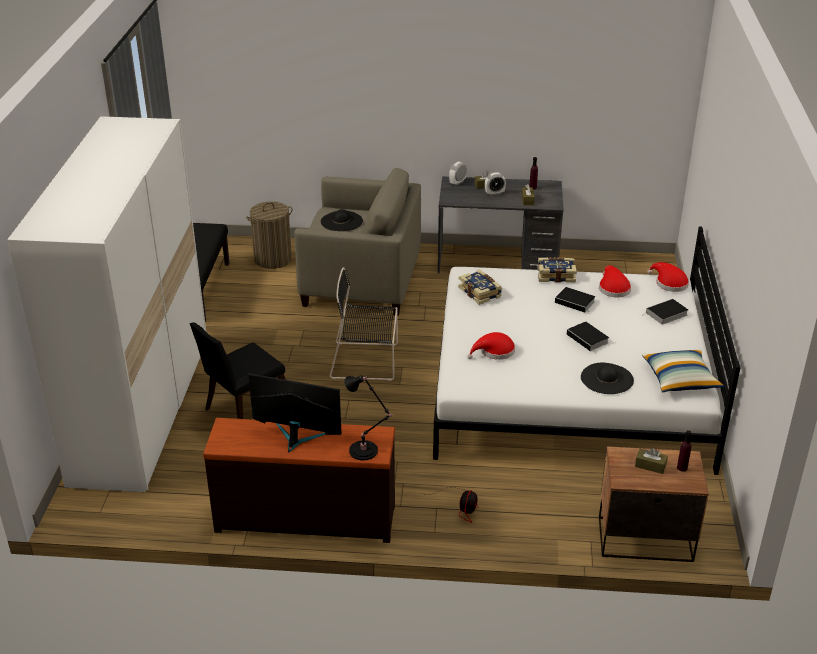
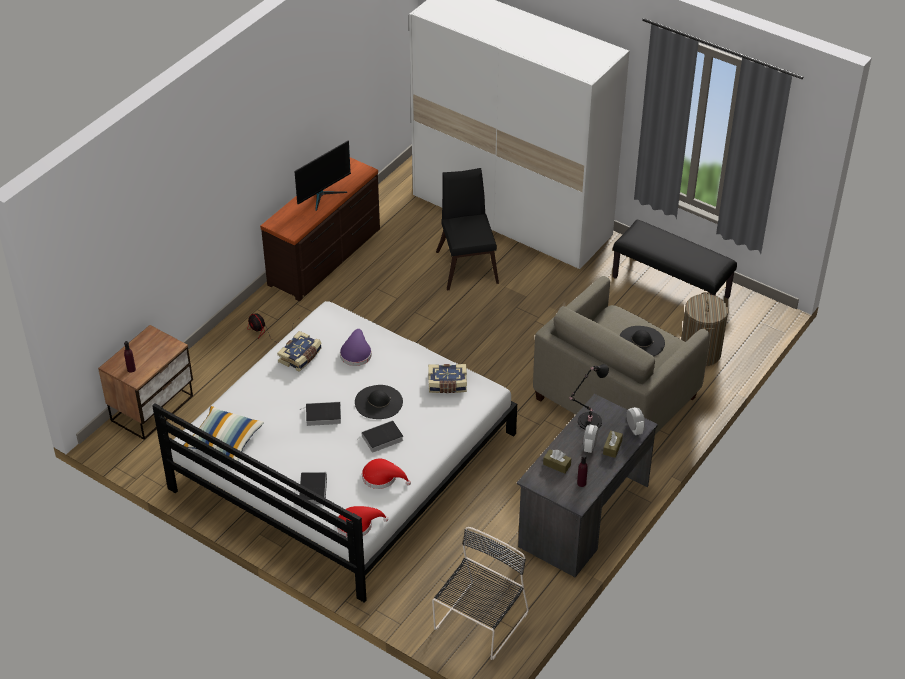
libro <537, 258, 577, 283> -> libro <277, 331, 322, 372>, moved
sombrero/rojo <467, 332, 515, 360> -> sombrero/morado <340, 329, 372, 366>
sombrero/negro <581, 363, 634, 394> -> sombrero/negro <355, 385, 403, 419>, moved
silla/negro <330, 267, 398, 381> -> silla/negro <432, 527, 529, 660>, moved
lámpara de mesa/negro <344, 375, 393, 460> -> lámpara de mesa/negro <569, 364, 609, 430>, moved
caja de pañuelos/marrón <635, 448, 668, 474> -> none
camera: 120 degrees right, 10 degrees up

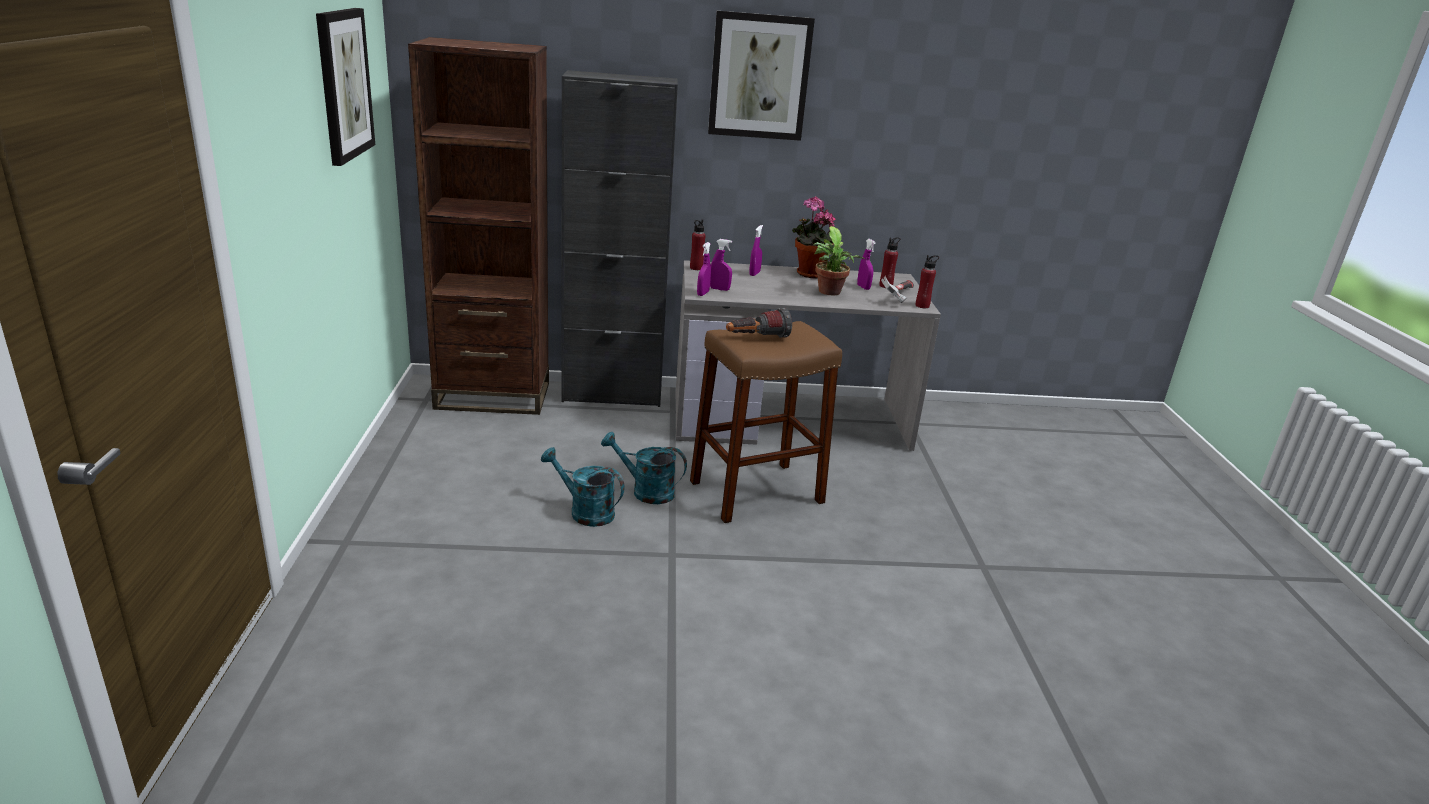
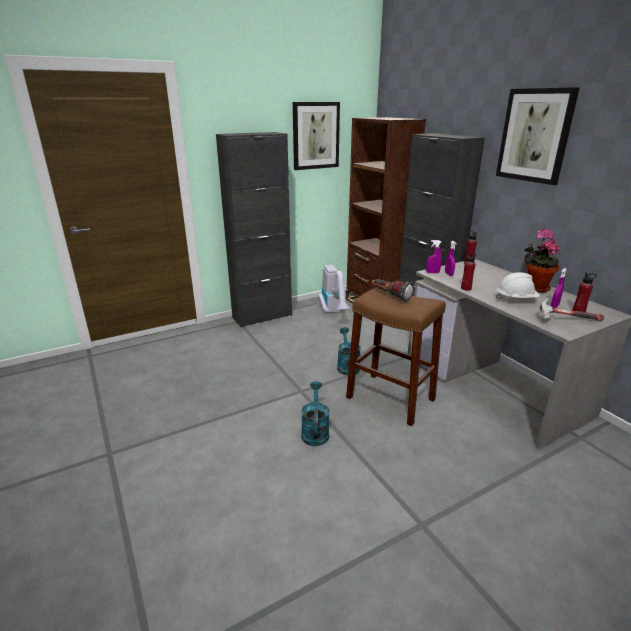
none -> armario/negro <216, 132, 292, 328>
regadera/turquesa <541, 447, 625, 527> -> regadera/turquesa <301, 381, 330, 446>, moved
none -> aspiradora <318, 265, 351, 313>
botella/rojo <915, 255, 939, 308> -> botella/rojo <461, 252, 476, 291>, moved
planta en maceta <814, 226, 865, 295> -> casco/blanco <496, 272, 540, 300>
pulverizador/morado <749, 225, 763, 276> -> none
camera: 65 degrees right, 0 degrees up

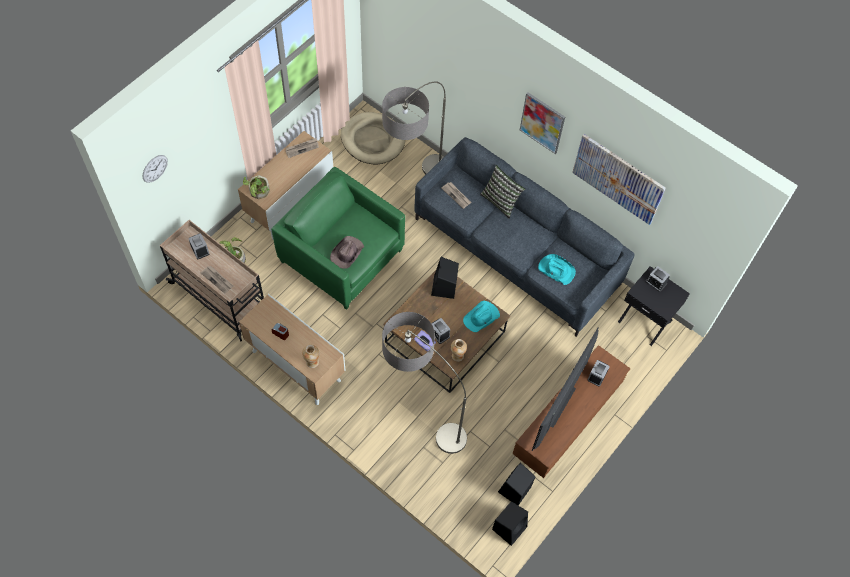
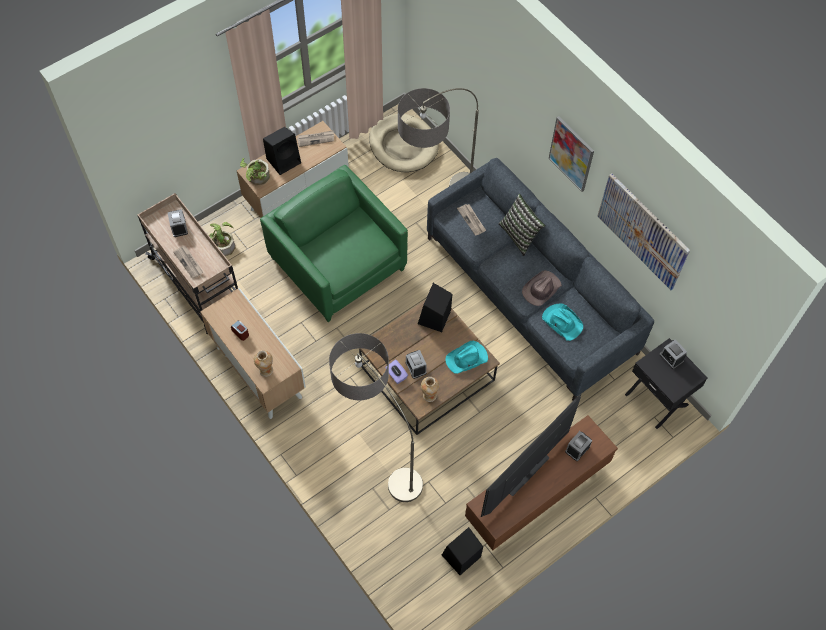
altavoz/negro <492, 501, 528, 546> -> altavoz/negro <263, 127, 301, 175>, moved
sombrero/marrón <330, 236, 364, 269> -> sombrero/marrón <522, 270, 562, 306>, moved
reloj de pared <143, 155, 168, 183> -> none
camera: 15 degrees right, 0 degrees up

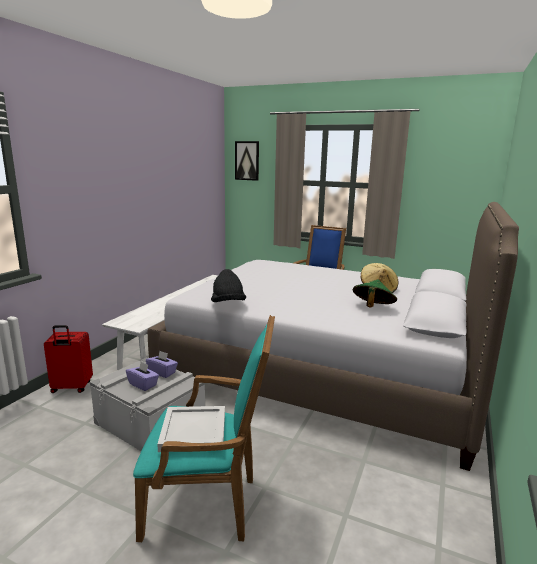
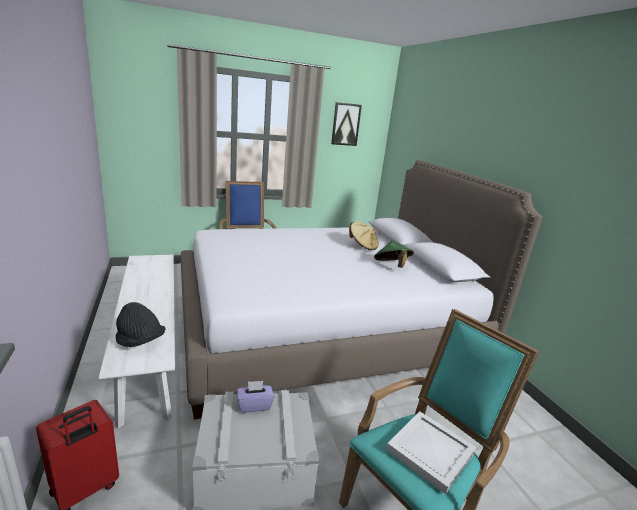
sombrero/negro <211, 269, 246, 302> -> sombrero/negro <116, 302, 165, 347>, moved
cuadro <235, 141, 259, 181> -> cuadro <331, 102, 362, 146>, moved
caja de pañuelos/morado <126, 362, 159, 391> -> none
camera: 45 degrees left, 5 degrees up

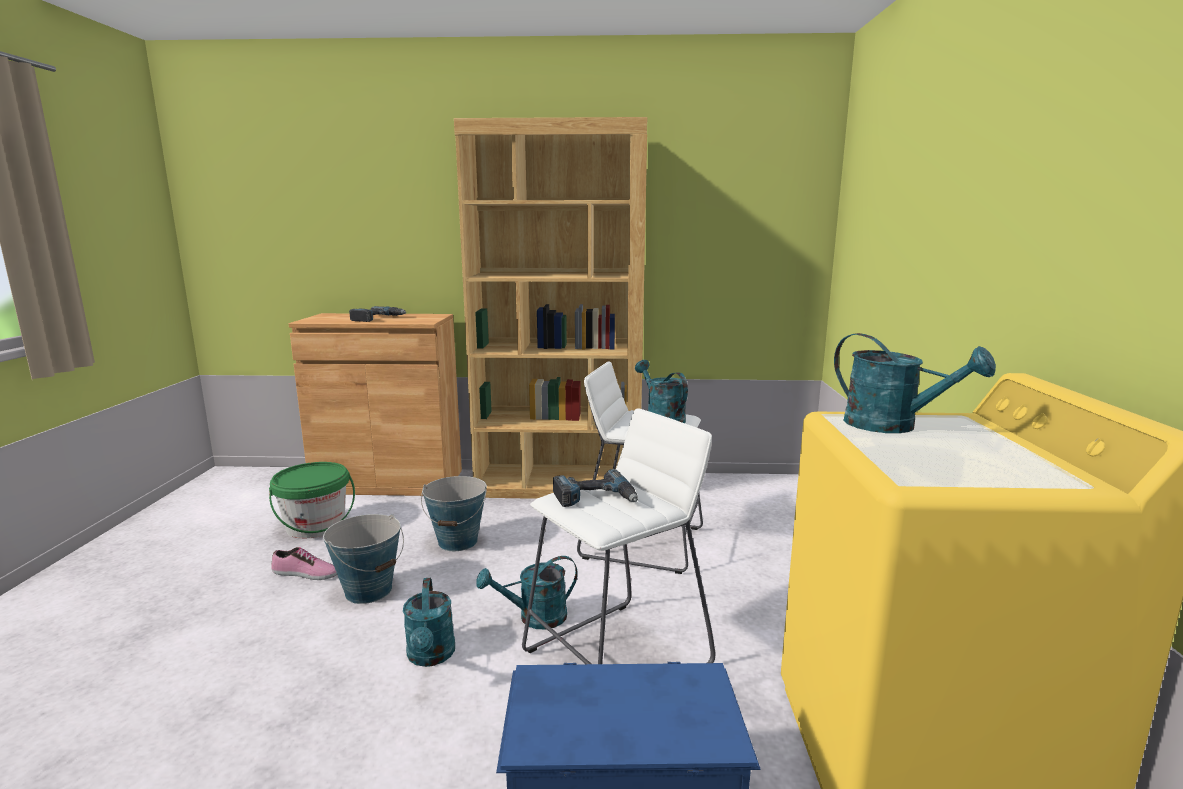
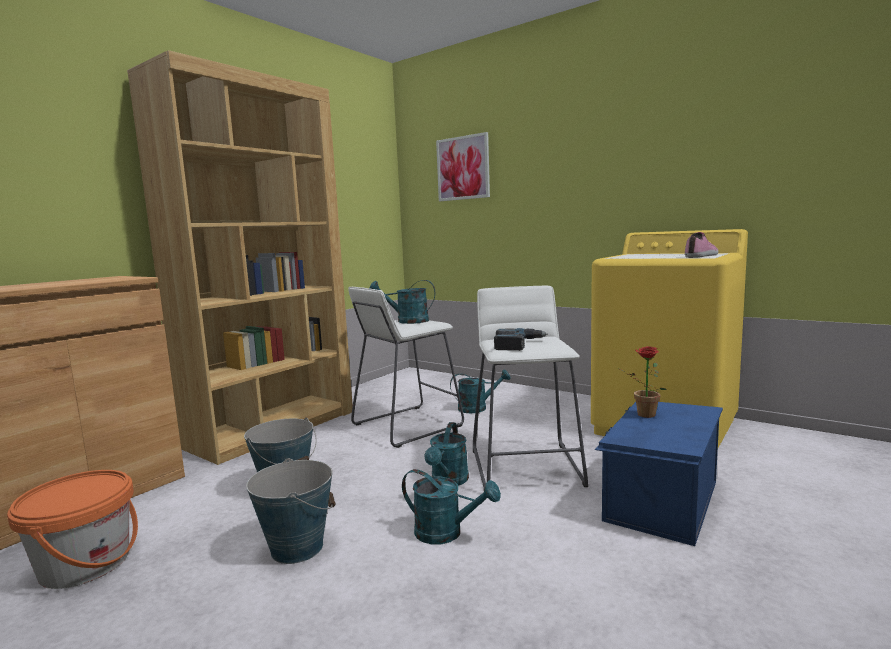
cubo/verde <269, 462, 355, 539> -> cubo/naranja <7, 470, 138, 589>
none -> cuadro <436, 132, 490, 201>
regadera/turquesa <834, 333, 996, 433> -> regadera/turquesa <450, 369, 510, 413>, moved
none -> planta en maceta <619, 346, 667, 418>
zapato <271, 547, 337, 580> -> zapato <685, 232, 719, 258>, moved
taladro <349, 306, 406, 322> -> none
camera: 55 degrees left, 5 degrees down

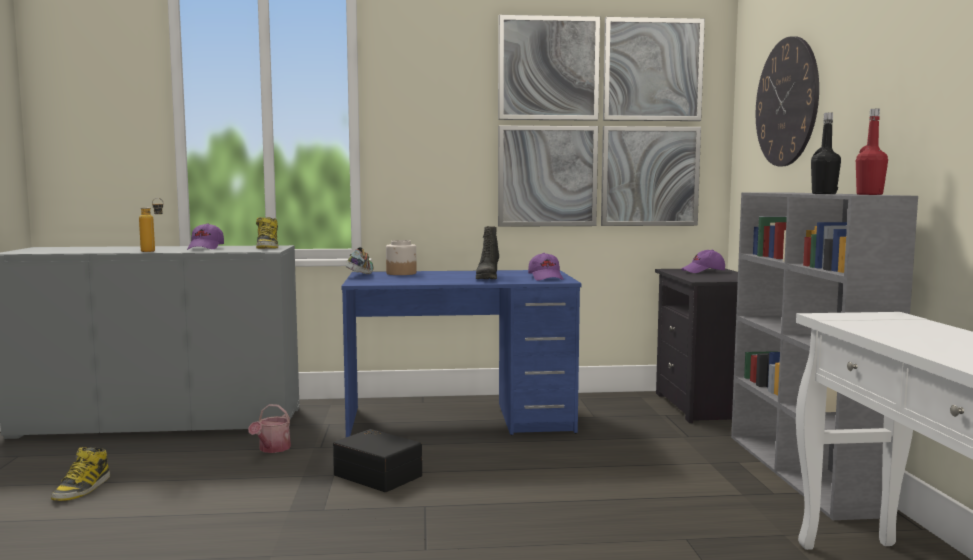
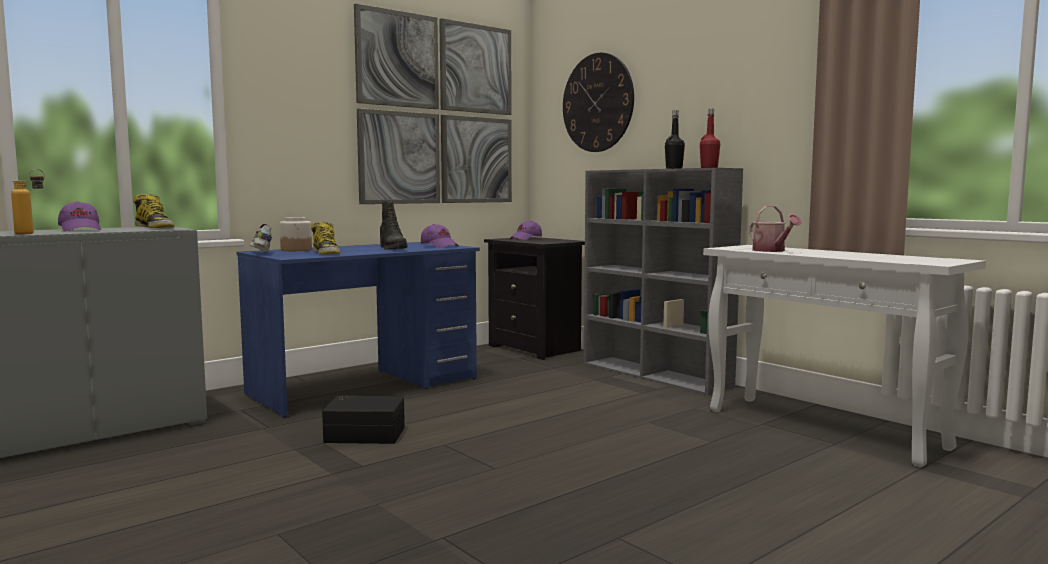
bota <51, 447, 110, 501> -> bota <311, 222, 341, 254>, moved
regadera <248, 404, 291, 453> -> regadera <749, 206, 802, 252>, moved
camera: 35 degrees left, 0 degrees up

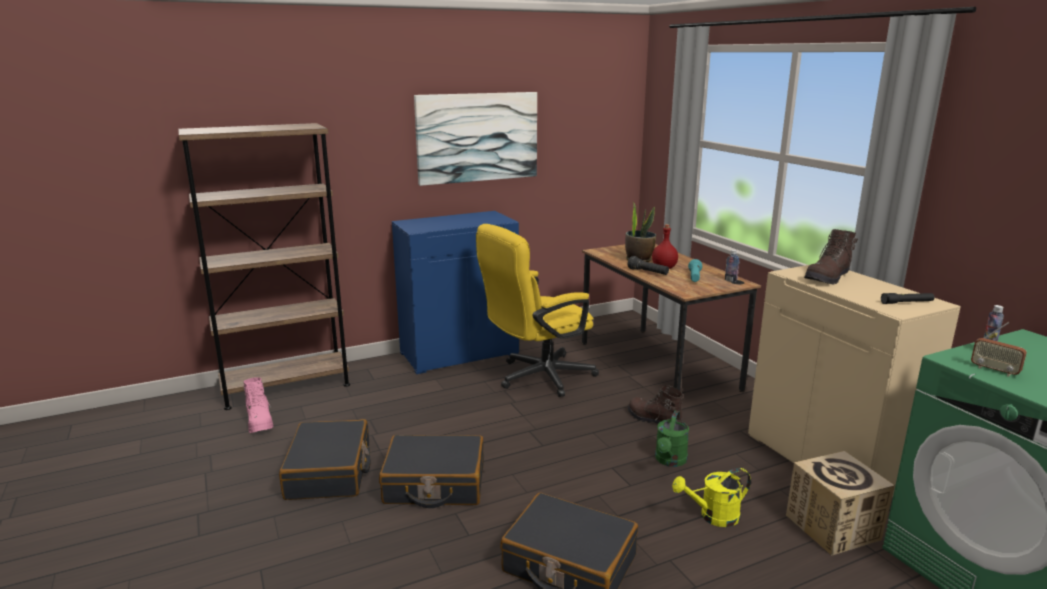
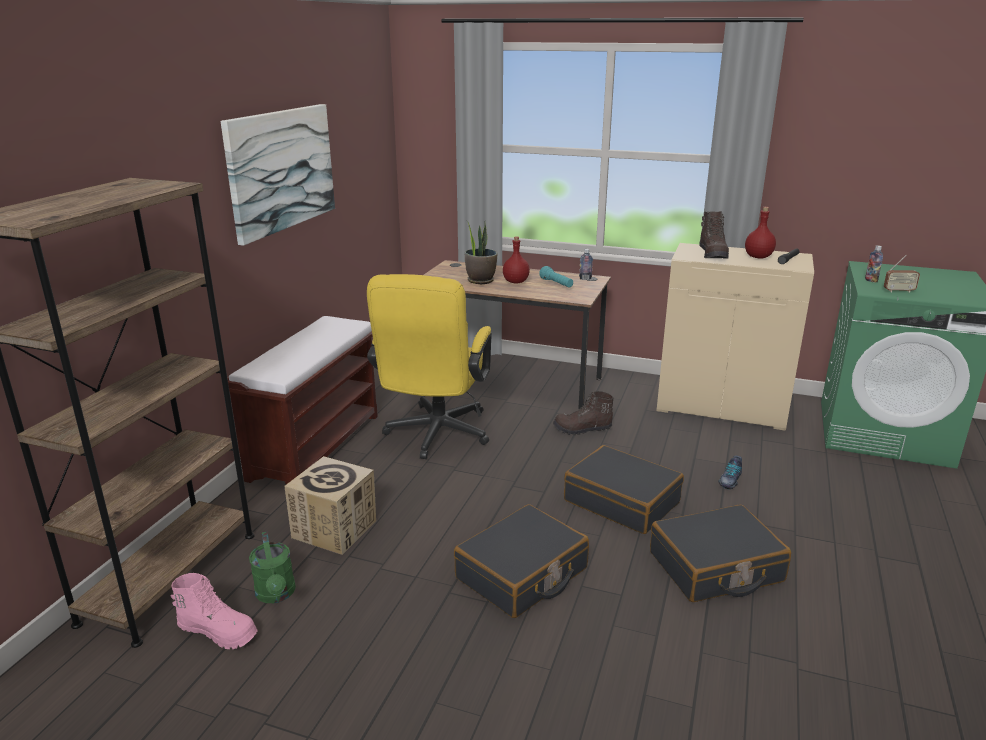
armario/azul <392, 211, 519, 374> -> banco/marrón <227, 316, 378, 484>
regadera/verde <655, 411, 689, 467> -> regadera/verde <249, 532, 296, 603>, moved
caja de cartón <786, 451, 895, 556> -> caja de cartón <284, 456, 376, 555>, moved
maleta/negro <279, 419, 370, 500> -> maleta/negro <564, 445, 684, 534>, moved
regadera/amarillo <672, 468, 751, 527> -> zapato <718, 456, 742, 489>
none -> botella/rojo <745, 207, 776, 258>
linterna/negro <628, 256, 669, 275> -> none
camera: 45 degrees left, 5 degrees up

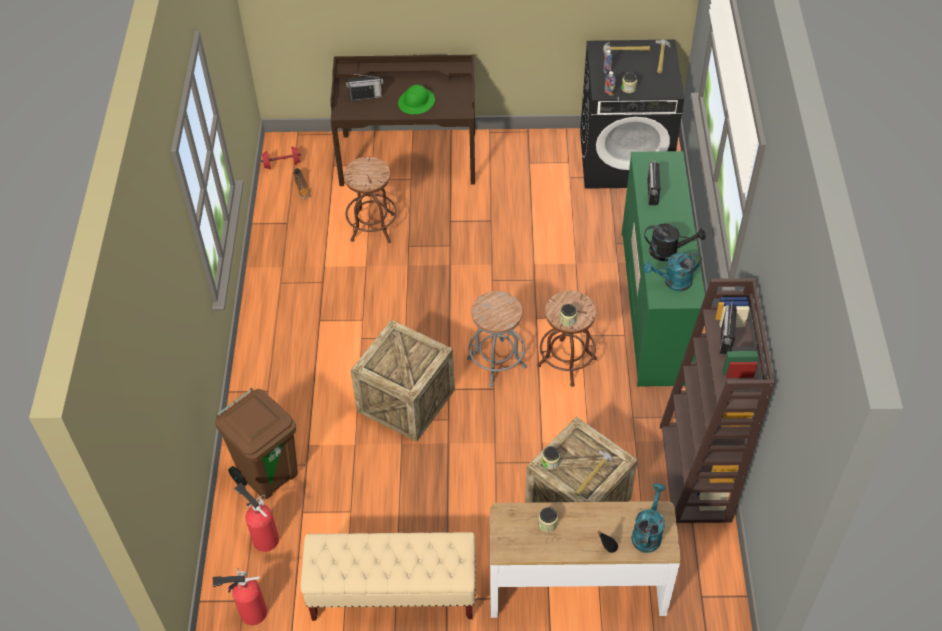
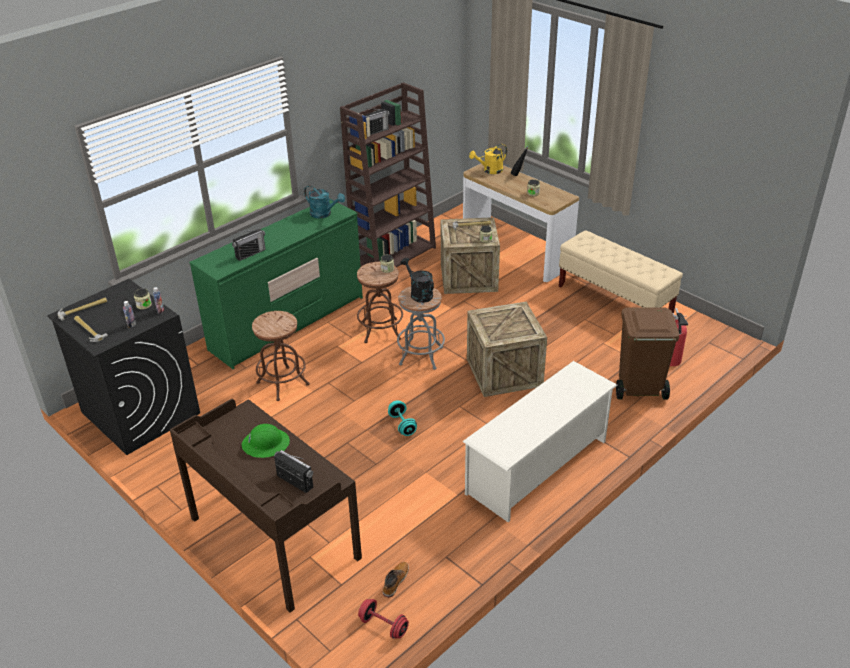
taburete/marrón <344, 157, 397, 243> -> taburete/marrón <252, 311, 309, 401>, moved
none -> mancuerna/turquesa <388, 400, 417, 436>
regadera/negro <644, 223, 706, 261> -> regadera/negro <401, 258, 434, 303>, moved
none -> zapatero/blanco <462, 361, 617, 522>
regadera/turquesa <631, 483, 666, 553> -> regadera/amarillo <469, 144, 507, 174>
extintor <212, 568, 267, 625> -> none
camera: 135 degrees left, 15 degrees down

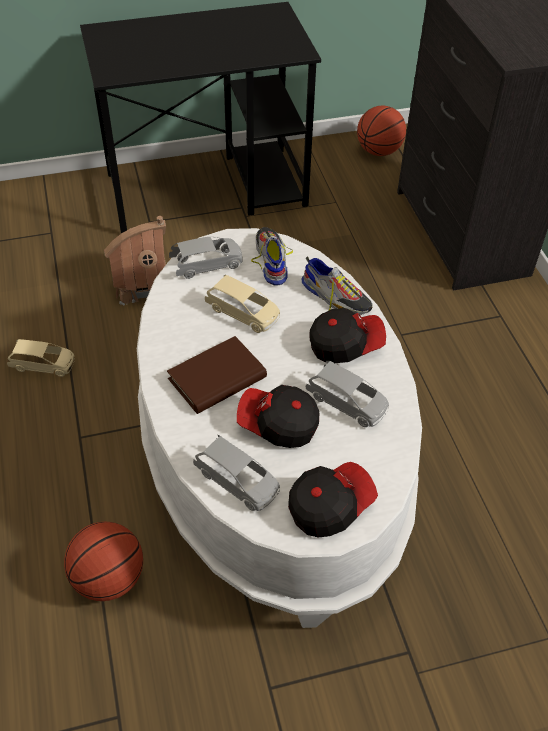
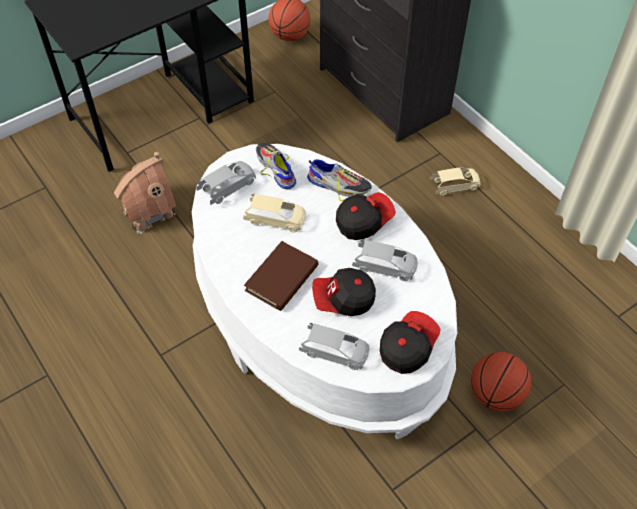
coche de juguete/beis <7, 339, 75, 377> -> coche de juguete/beis <429, 168, 480, 196>, moved
balón de baloncesto <64, 522, 143, 601> -> balón de baloncesto <471, 352, 531, 412>, moved
camera: 20 degrees left, 5 degrees up

